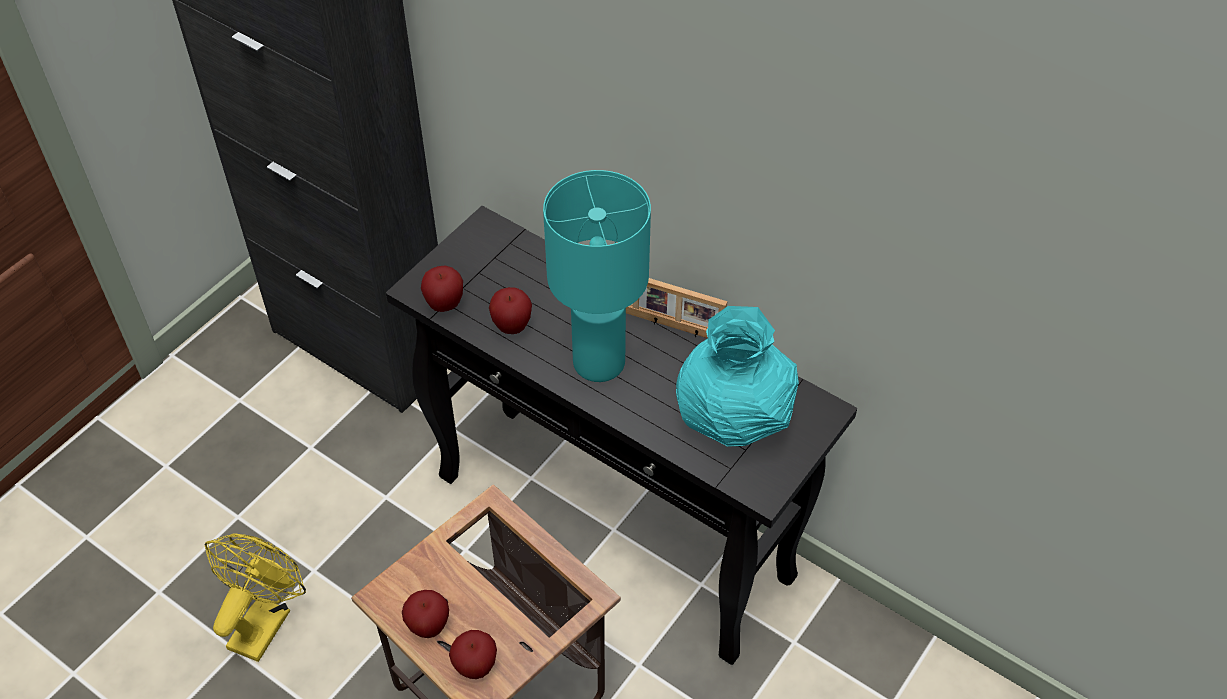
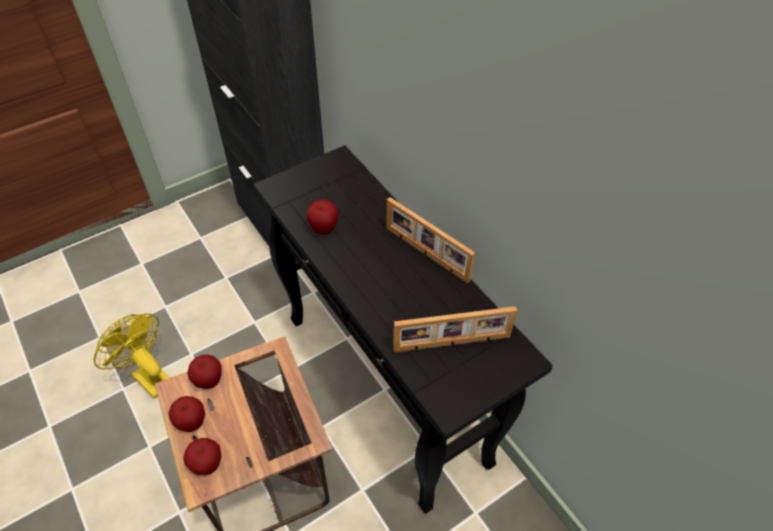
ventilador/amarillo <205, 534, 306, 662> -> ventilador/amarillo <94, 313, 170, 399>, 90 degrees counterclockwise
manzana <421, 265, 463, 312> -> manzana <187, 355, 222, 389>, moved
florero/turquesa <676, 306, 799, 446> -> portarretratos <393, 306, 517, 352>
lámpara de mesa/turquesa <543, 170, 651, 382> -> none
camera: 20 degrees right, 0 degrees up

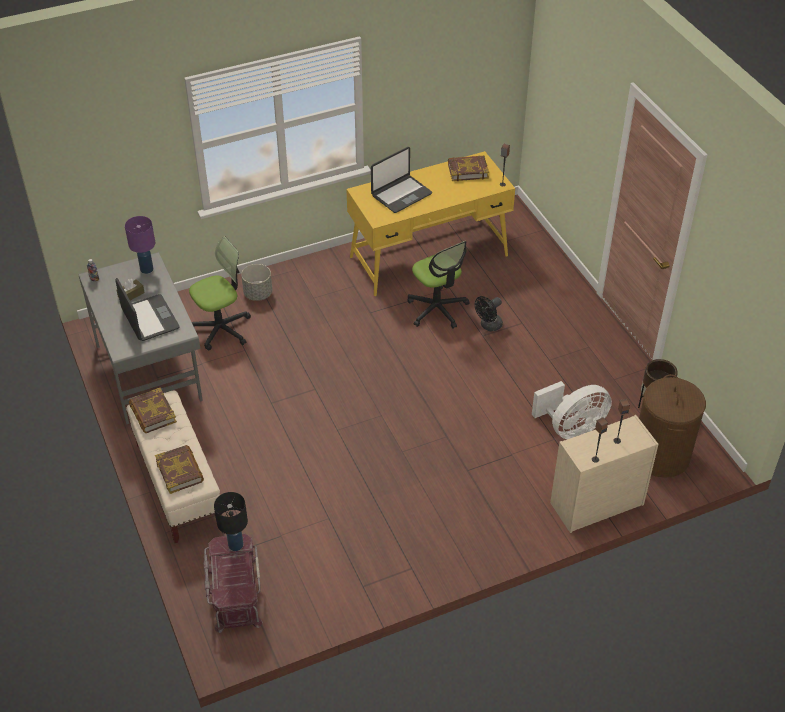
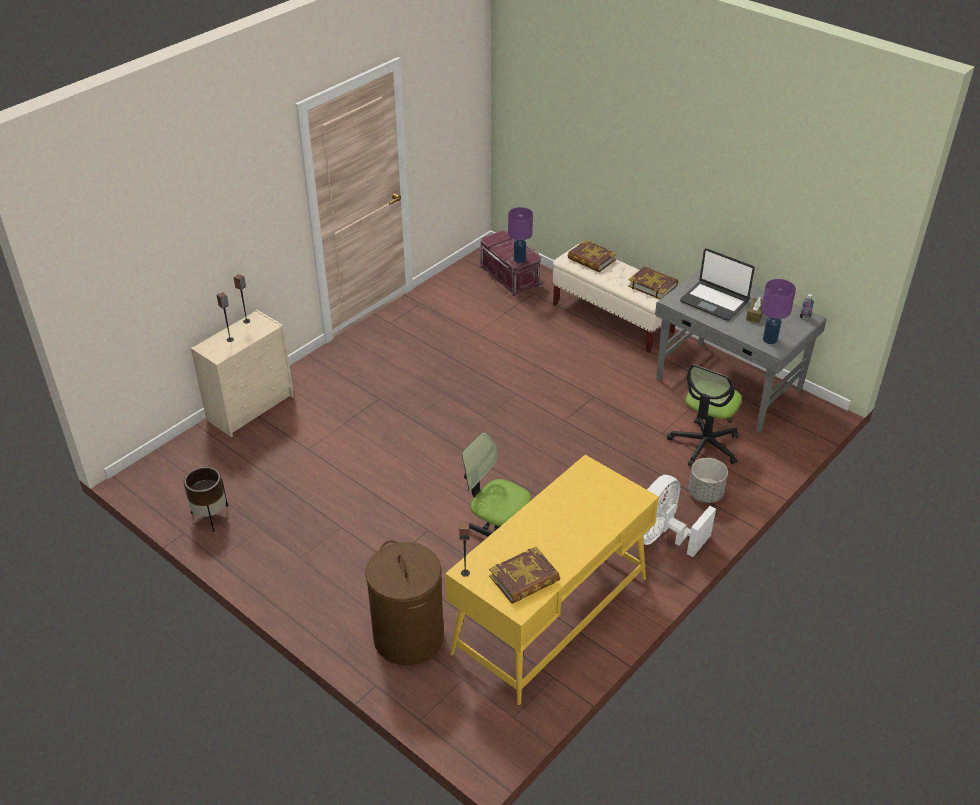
cesto de la ropa/marrón <639, 374, 706, 478> -> cesto de la ropa/marrón <365, 540, 444, 665>, moved
lámpara de mesa/negro <214, 492, 248, 551> -> lámpara de mesa/morado <508, 207, 533, 263>
ventilador/blanco <532, 381, 612, 439> -> ventilador/blanco <643, 475, 716, 557>, moved
portátil <371, 147, 432, 213> -> none
ventilador/negro <474, 296, 503, 331> -> none
camera: 155 degrees right, 5 degrees down

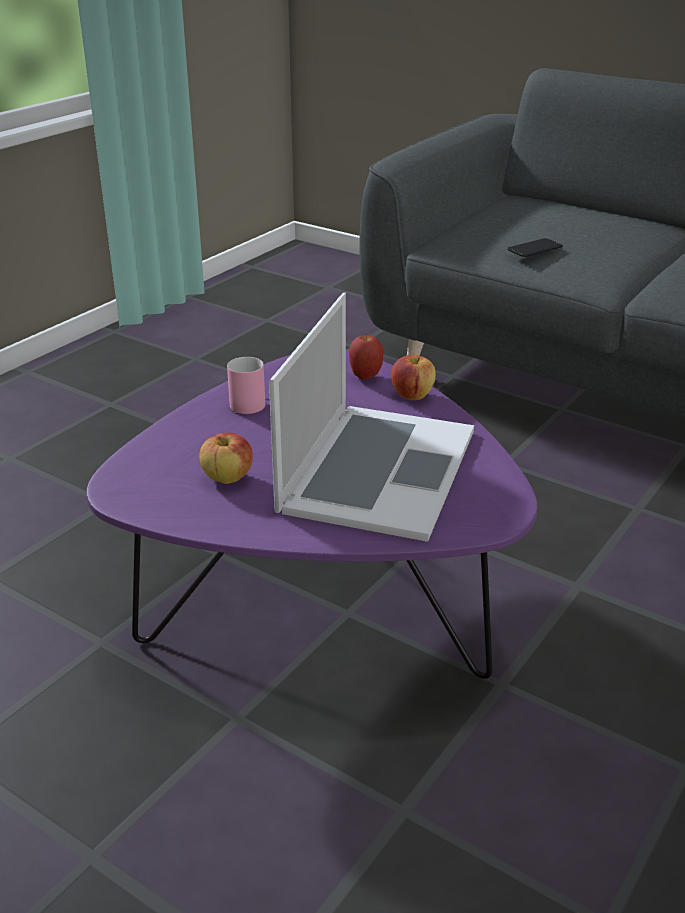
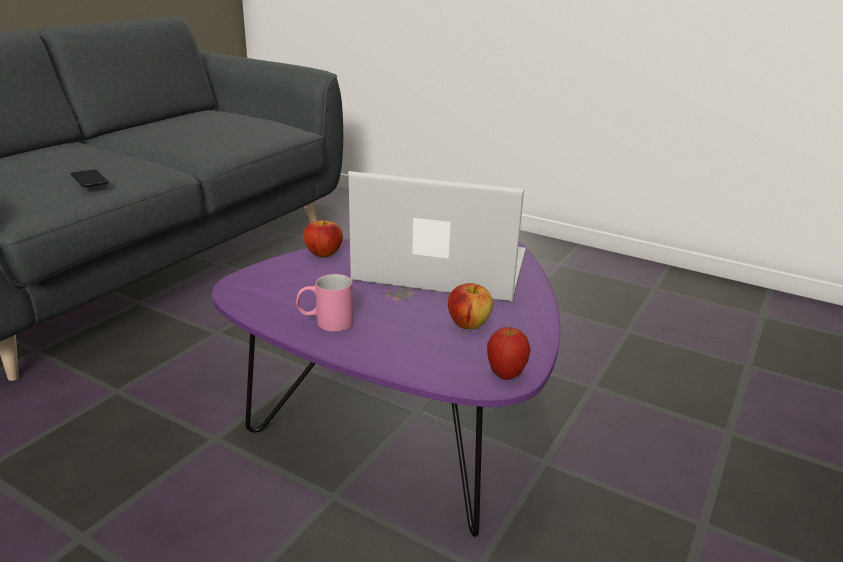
manzana <349, 335, 384, 380> -> manzana <487, 327, 531, 380>, moved
camera: 95 degrees left, 5 degrees down

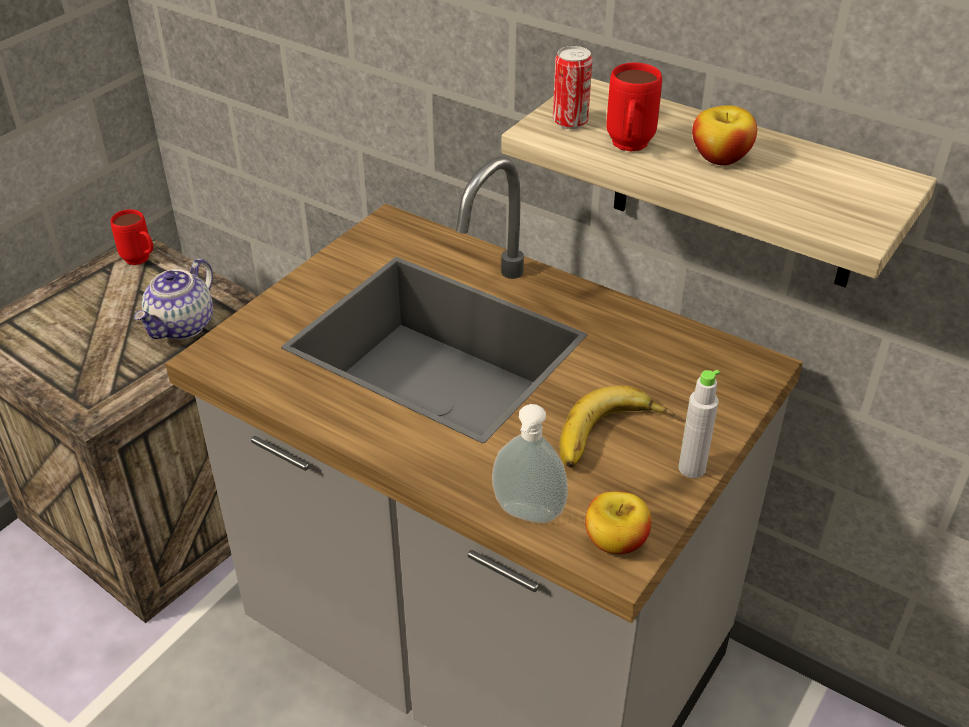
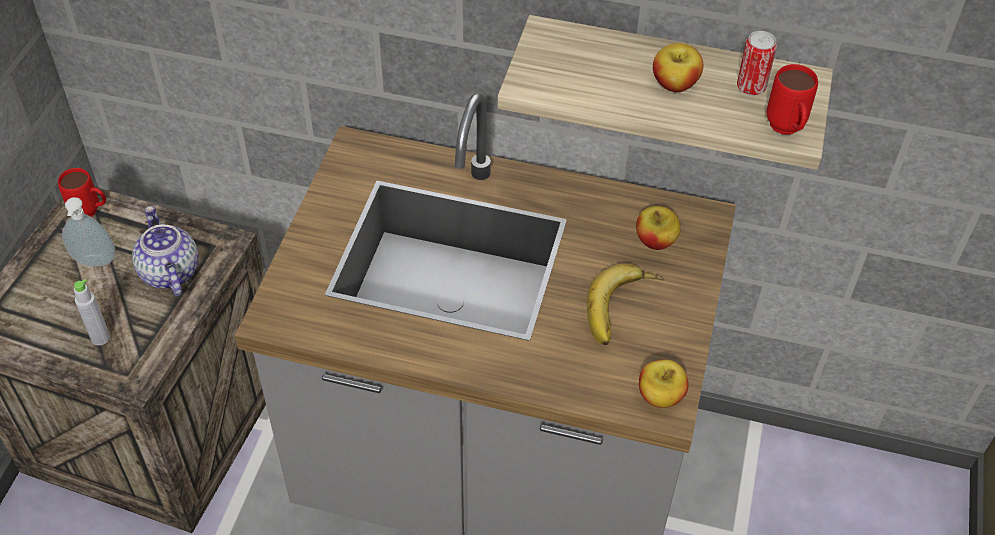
dispensador de jabón <492, 404, 568, 523> -> dispensador de jabón <62, 197, 115, 266>, moved
botella/gris <678, 370, 720, 478> -> botella/gris <74, 279, 110, 345>, moved
tetera <134, 258, 213, 340> -> tetera <132, 206, 199, 296>, 150 degrees clockwise
none -> manzana <636, 206, 681, 250>
lata <553, 46, 592, 129> -> lata <737, 31, 777, 96>, moved
taza grande/rojo <606, 63, 662, 151> -> taza grande/rojo <767, 64, 818, 135>, moved
camera: 20 degrees left, 10 degrees up

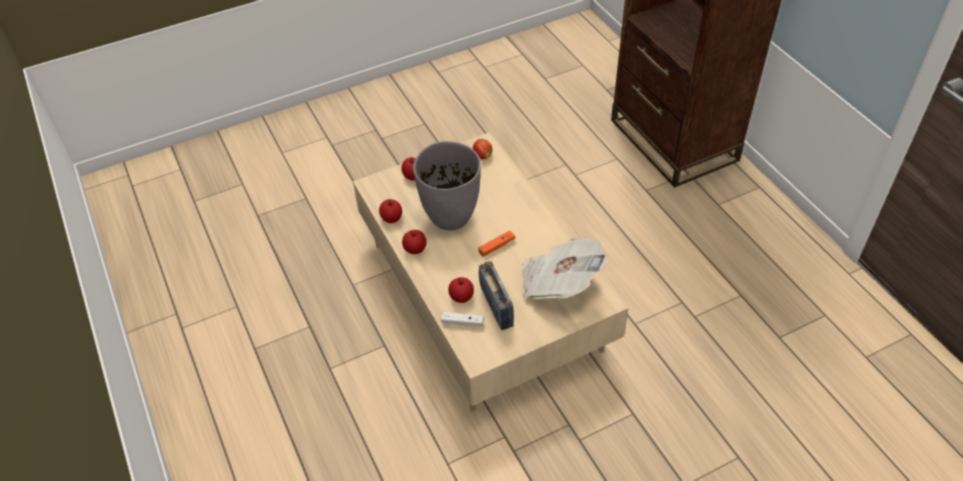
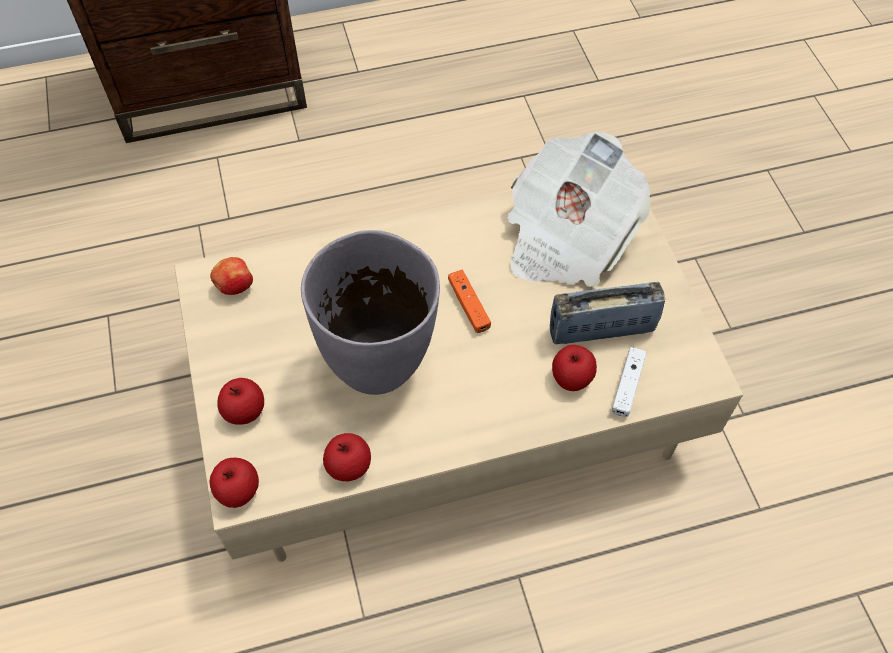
manzana <402, 230, 427, 254> -> manzana <209, 458, 259, 508>, moved
camera: 80 degrees left, 10 degrees up

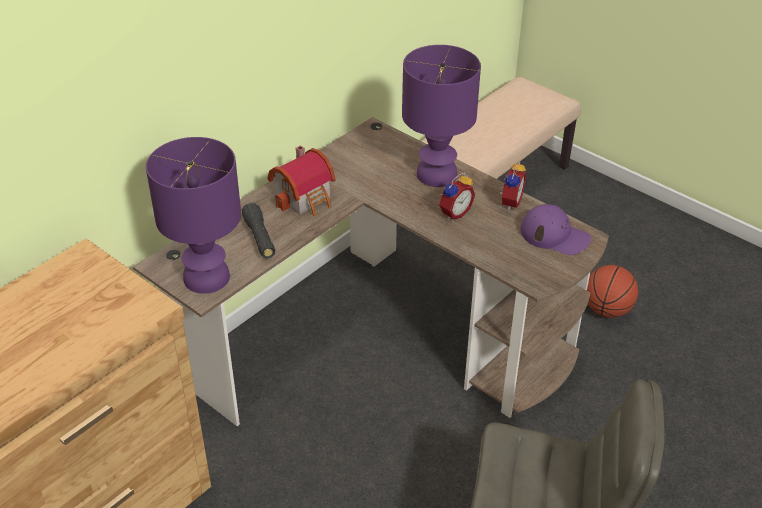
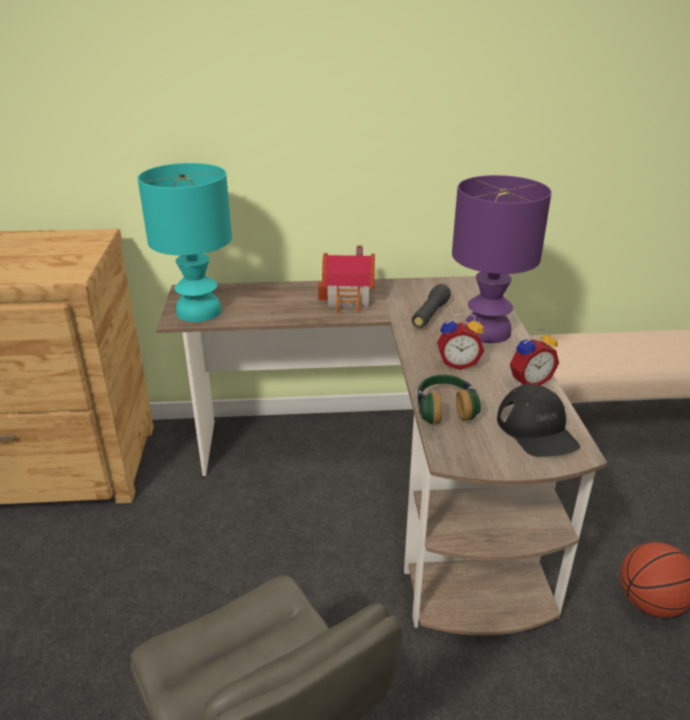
lámpara de mesa/morado <146, 137, 241, 294> -> lámpara de mesa/turquesa <138, 163, 232, 322>
linterna/negro <242, 203, 275, 258> -> linterna/negro <412, 284, 451, 328>, moved
none -> auriculares <417, 375, 481, 424>
gorra/morado <520, 204, 591, 255> -> gorra/negro <497, 384, 580, 457>
camera: 45 degrees right, 10 degrees down

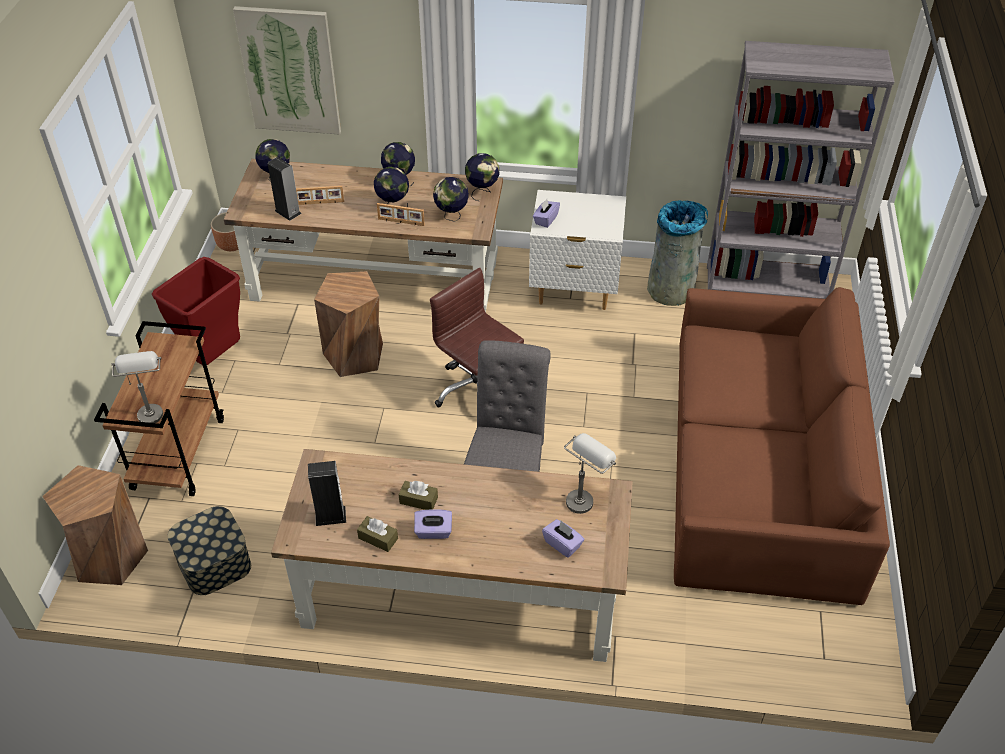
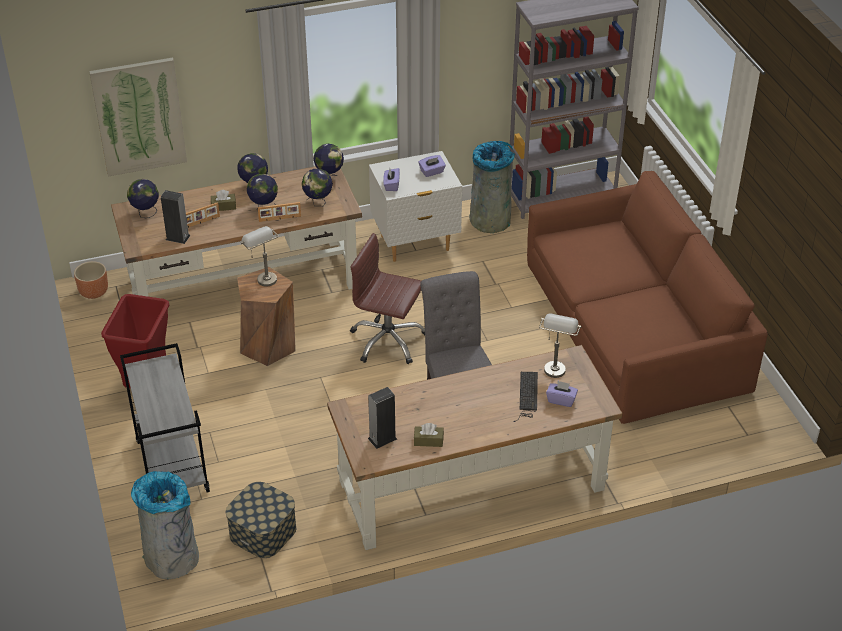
carrito/marrón <94, 321, 224, 496> -> carrito/gris <120, 343, 210, 492>
taburete/marrón <42, 465, 148, 585> -> papelera/gris <131, 471, 199, 579>
caja de pañuelos/marrón <399, 481, 438, 510> -> caja de pañuelos/marrón <211, 190, 236, 211>, moved
lámpara de mesa/gris <111, 351, 163, 423> -> lámpara de mesa/gris <241, 226, 279, 287>, moved
caja de pañuelos/morado <414, 509, 452, 539> -> caja de pañuelos/morado <418, 155, 446, 177>, moved
none -> teclado <513, 372, 538, 422>
camera: 25 degrees left, 5 degrees down

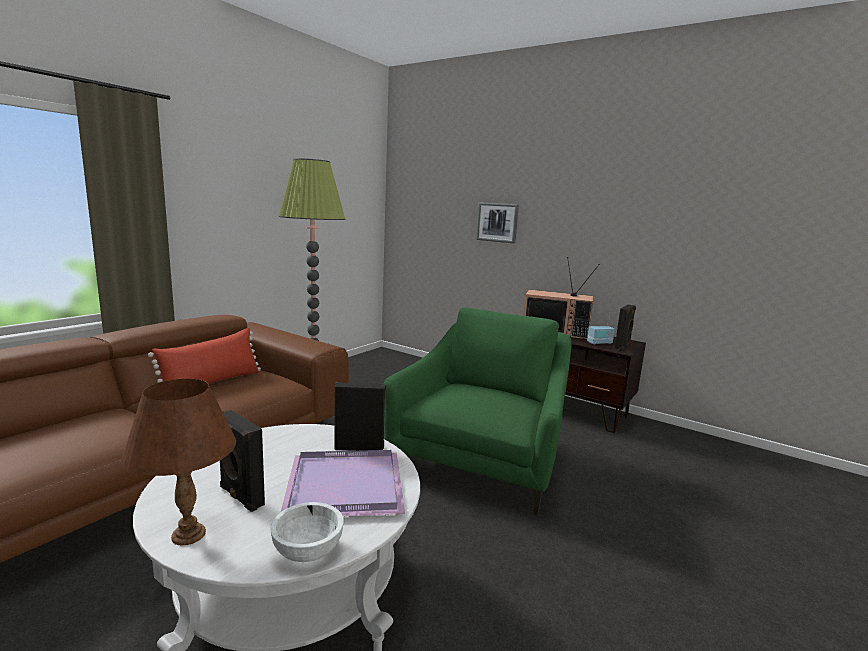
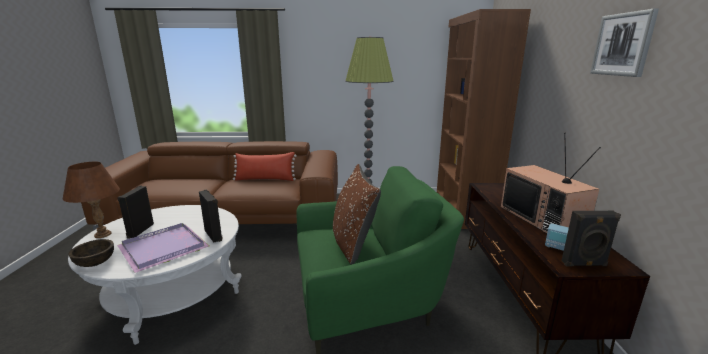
cuenco/blanco <270, 502, 344, 562> -> cuenco/marrón <68, 239, 114, 267>
none -> cojín/marrón <333, 164, 381, 265>
none -> estantería/marrón <437, 9, 531, 229>
cuadro <476, 202, 519, 243> -> cuadro <590, 8, 659, 77>, moved
camera: 55 degrees right, 5 degrees up

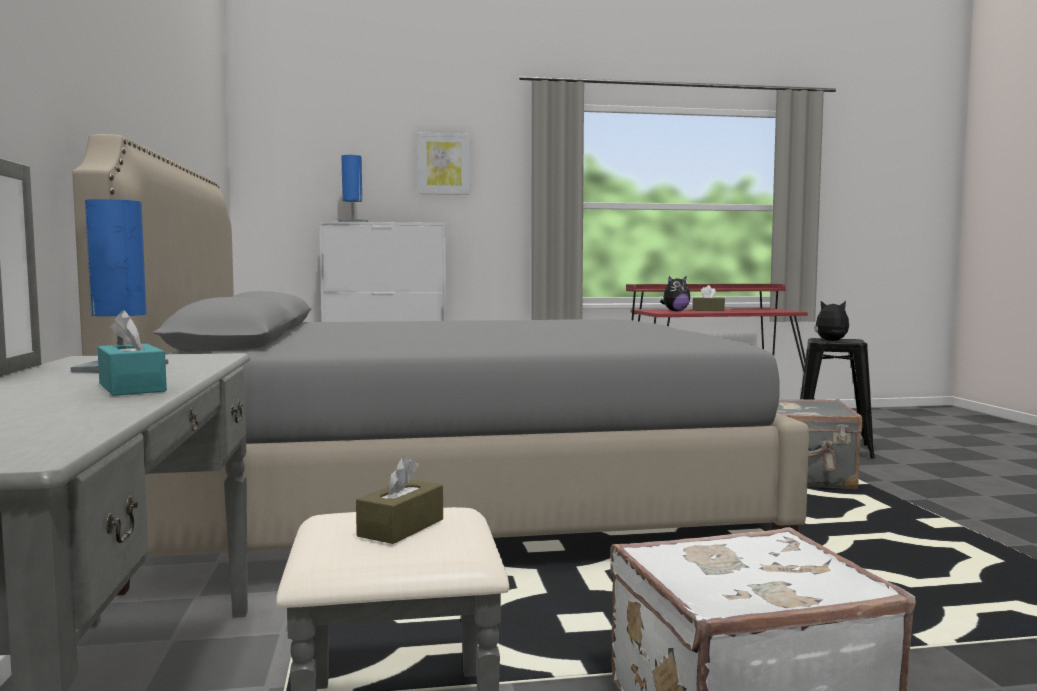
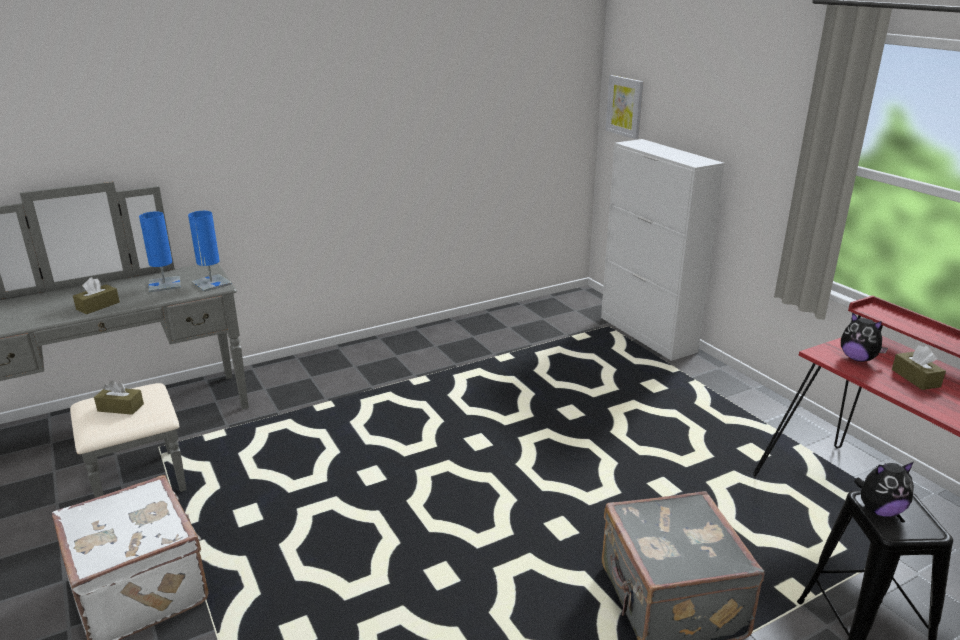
caja de pañuelos/turquesa <97, 310, 167, 396> -> caja de pañuelos/marrón <73, 277, 120, 314>
lámpara de mesa/azul <338, 155, 368, 222> -> lámpara de mesa/azul <188, 211, 232, 292>, moved
cuadro <417, 133, 470, 195> -> cuadro <606, 75, 644, 139>, moved
peluche <814, 301, 849, 341> -> peluche <854, 462, 914, 517>, 90 degrees clockwise
cama/gris <72, 134, 809, 595> -> none
camera: 70 degrees right, 20 degrees up

